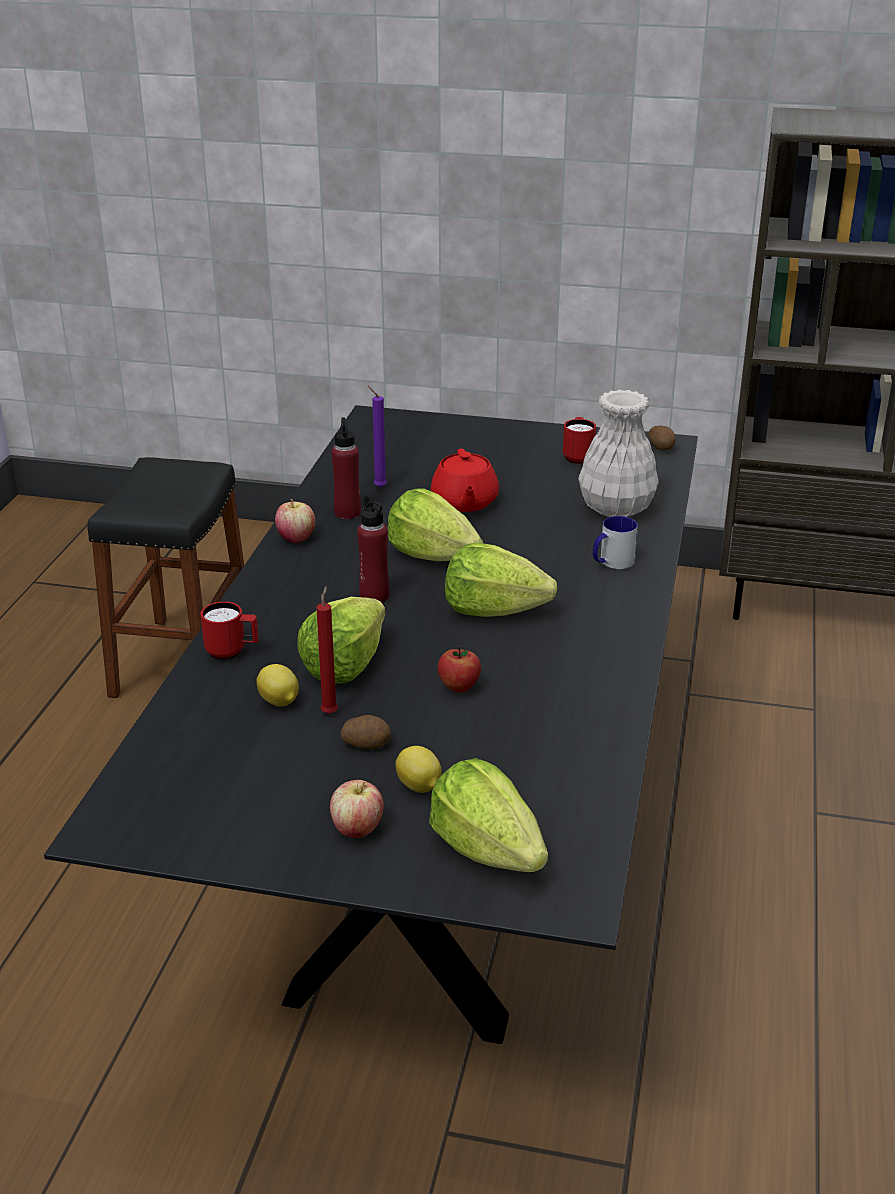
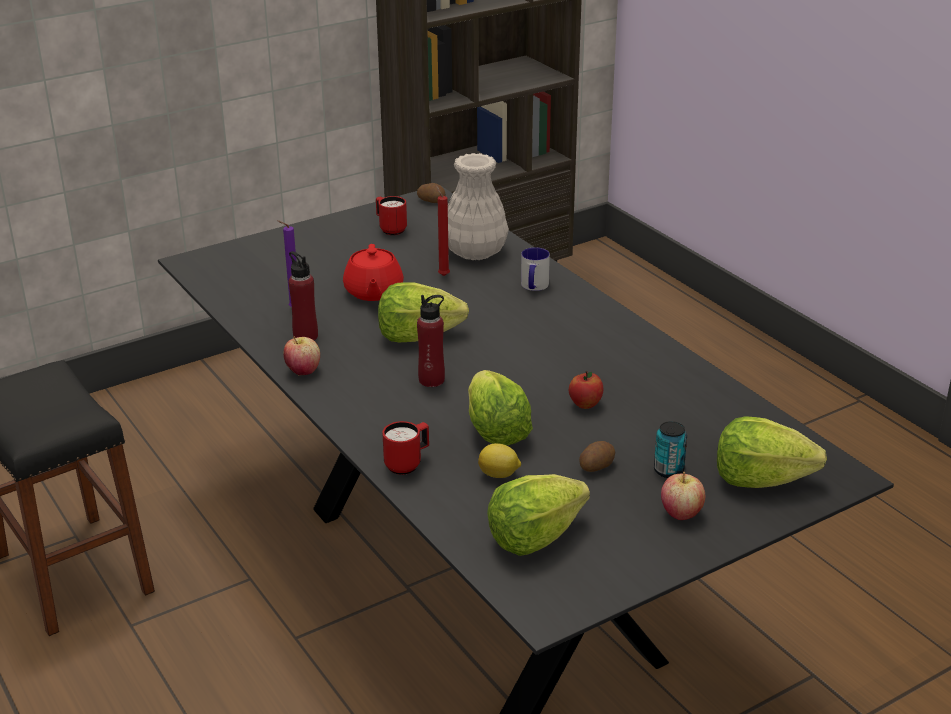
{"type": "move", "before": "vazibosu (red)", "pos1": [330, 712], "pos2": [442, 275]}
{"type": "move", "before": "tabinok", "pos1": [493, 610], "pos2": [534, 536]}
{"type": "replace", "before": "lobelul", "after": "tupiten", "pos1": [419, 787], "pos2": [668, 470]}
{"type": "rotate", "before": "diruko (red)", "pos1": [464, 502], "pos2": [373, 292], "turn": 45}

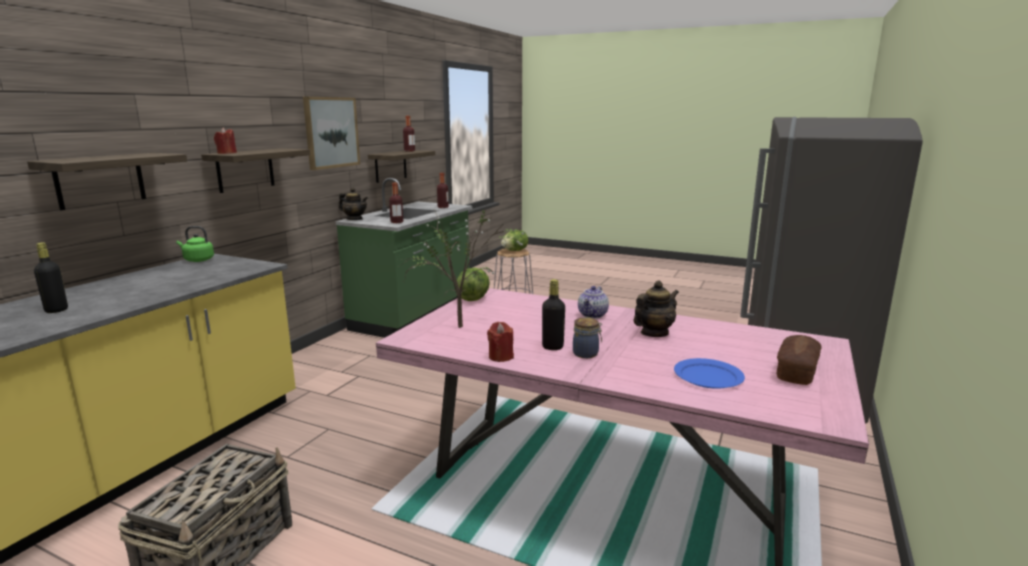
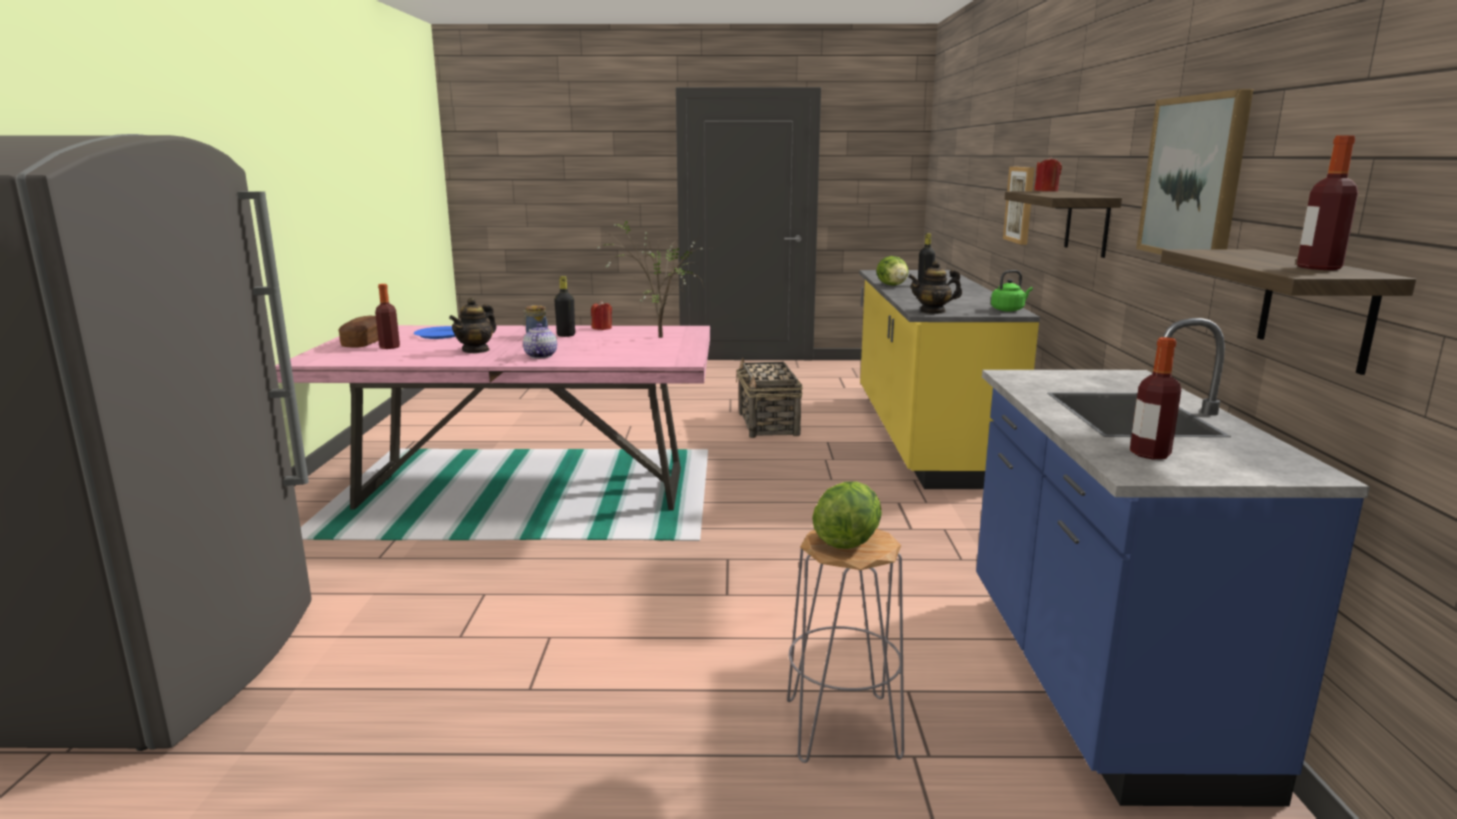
{"type": "move", "before": "diruko", "pos1": [354, 219], "pos2": [933, 311]}
{"type": "move", "before": "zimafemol", "pos1": [397, 222], "pos2": [389, 347]}
{"type": "move", "before": "tabinok", "pos1": [473, 298], "pos2": [892, 285]}
{"type": "replace", "before": "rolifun", "after": "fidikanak", "pos1": [100, 180], "pos2": [1020, 204]}
{"type": "recolor", "before": "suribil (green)", "after": "suribil (blue)", "pos1": [414, 314], "pos2": [1096, 682]}

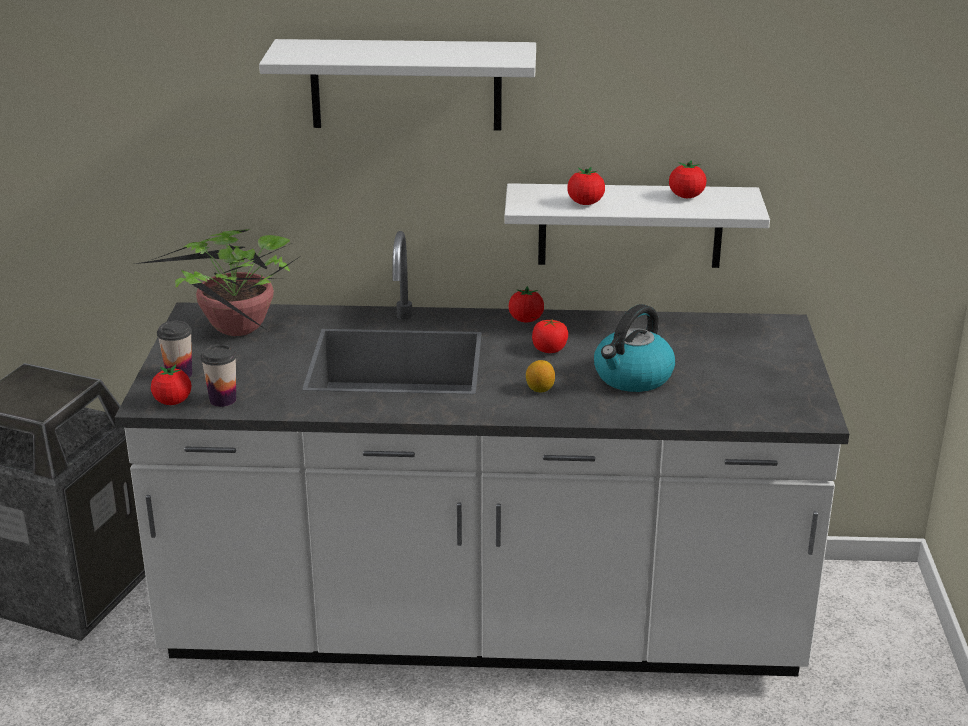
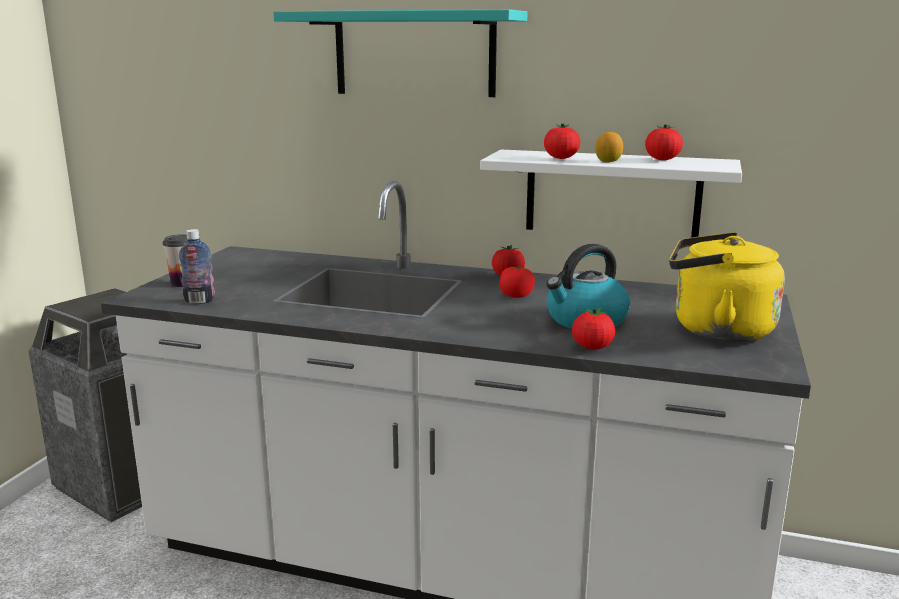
{"type": "delete", "before": "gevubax", "pos1": [239, 331]}
{"type": "insert", "after": "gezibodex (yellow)", "pos2": [715, 329]}
{"type": "move", "before": "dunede", "pos1": [173, 402], "pos2": [592, 348]}
{"type": "move", "before": "lobelul", "pos1": [540, 389], "pos2": [608, 161]}
{"type": "replace", "before": "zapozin", "after": "zimafemol", "pos1": [223, 400], "pos2": [199, 301]}
{"type": "recolor", "before": "rolifun (white)", "after": "rolifun (turquoise)", "pos1": [406, 84], "pos2": [414, 54]}

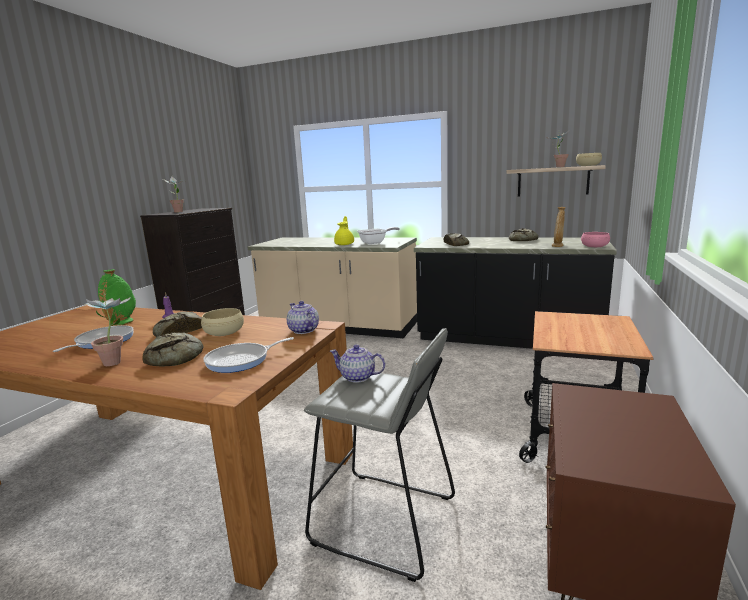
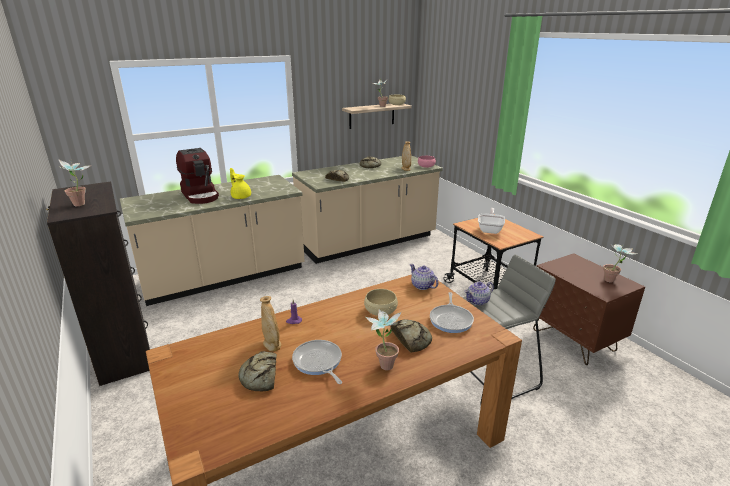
{"type": "insert", "after": "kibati", "pos2": [201, 195]}
{"type": "insert", "after": "gevubax", "pos2": [612, 280]}
{"type": "move", "before": "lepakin", "pos1": [178, 332], "pos2": [260, 376]}
{"type": "move", "before": "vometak", "pos1": [375, 242], "pos2": [490, 229]}
{"type": "recolor", "before": "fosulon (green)", "after": "fosulon (beige)", "pos1": [122, 323], "pos2": [272, 345]}
{"type": "recolor", "before": "suribil (black)", "after": "suribil (beige)", "pos1": [507, 338], "pos2": [368, 242]}
{"type": "rotate", "before": "diruko", "pos1": [303, 330], "pos2": [422, 286], "turn": 45}

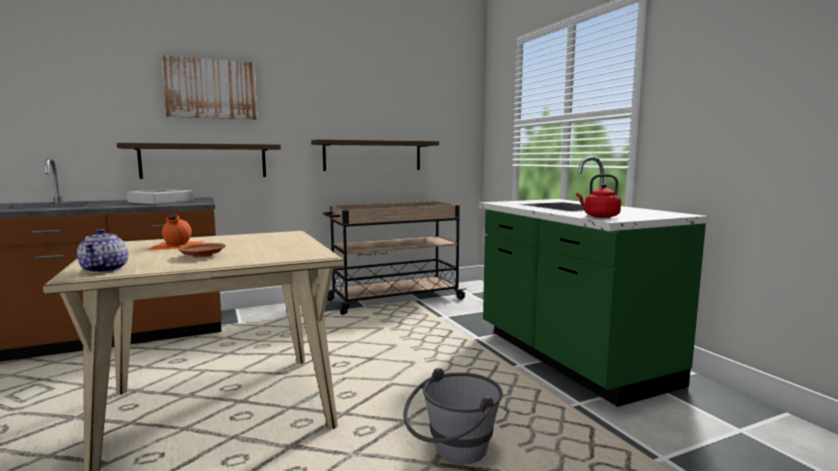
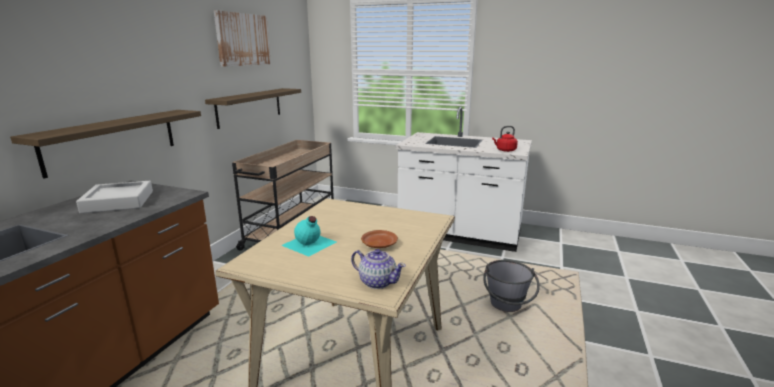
{"type": "move", "before": "fidikanak", "pos1": [211, 89], "pos2": [243, 39]}
{"type": "recolor", "before": "zimafemol (orange)", "after": "zimafemol (turquoise)", "pos1": [176, 245], "pos2": [309, 244]}
{"type": "recolor", "before": "suribil (green)", "after": "suribil (white)", "pos1": [570, 358], "pos2": [459, 234]}

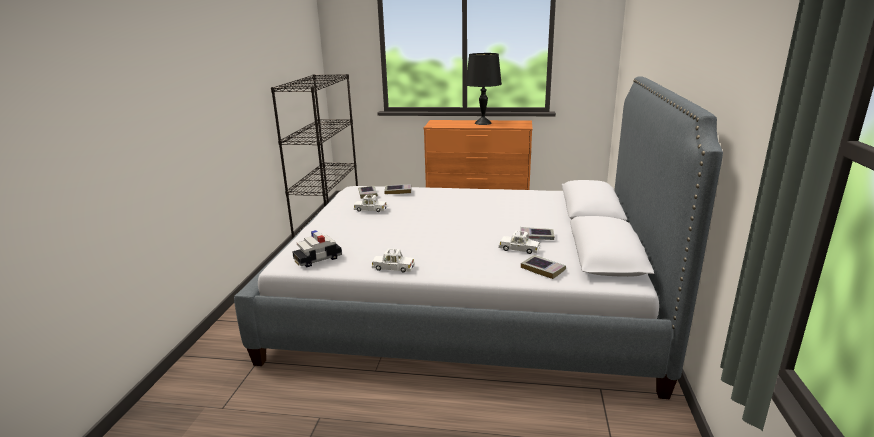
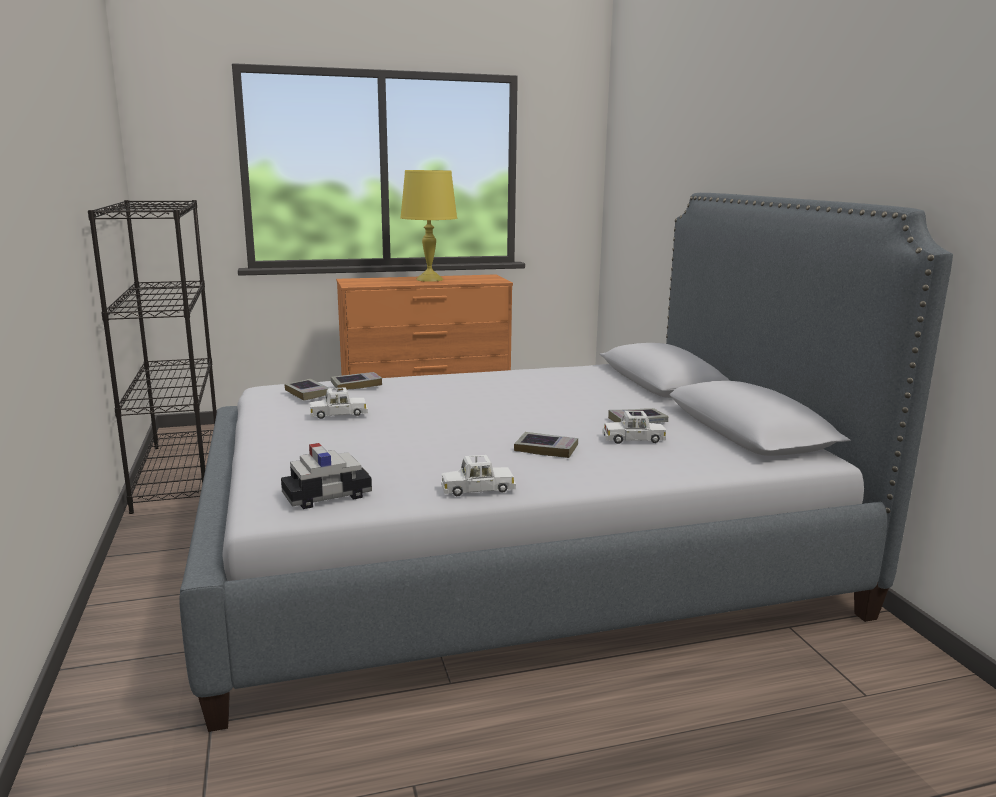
{"type": "move", "before": "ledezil", "pos1": [543, 269], "pos2": [546, 449]}
{"type": "recolor", "before": "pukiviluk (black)", "after": "pukiviluk (yellow)", "pos1": [483, 123], "pos2": [429, 279]}
{"type": "rotate", "before": "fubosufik", "pos1": [317, 259], "pos2": [327, 495], "turn": -150}

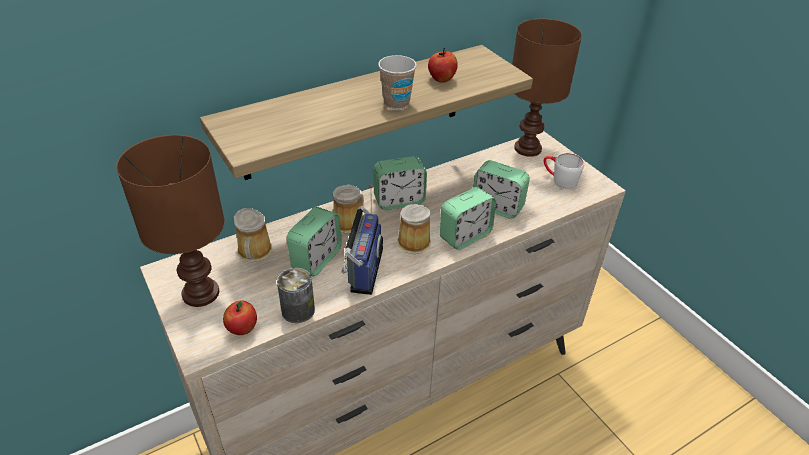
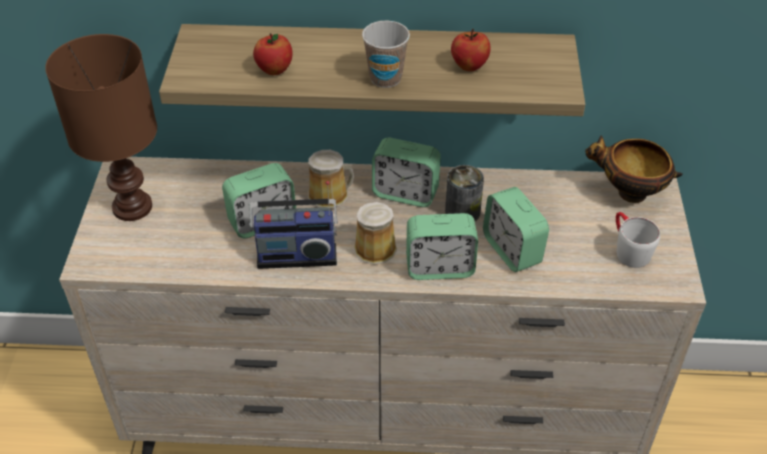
{"type": "delete", "before": "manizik", "pos1": [254, 253]}
{"type": "move", "before": "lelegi", "pos1": [242, 329], "pos2": [274, 70]}
{"type": "move", "before": "tupiten", "pos1": [298, 310], "pos2": [462, 211]}
{"type": "replace", "before": "pukiviluk (brown)", "after": "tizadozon", "pos1": [529, 149], "pos2": [628, 193]}
{"type": "rotate", "before": "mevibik", "pos1": [363, 270], "pos2": [297, 254], "turn": 45}

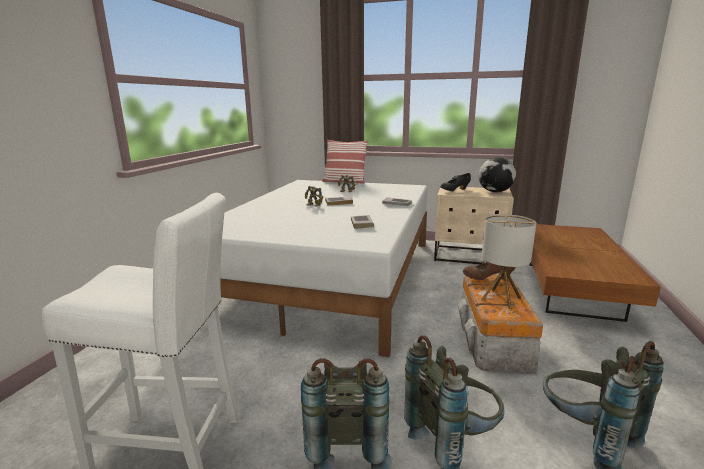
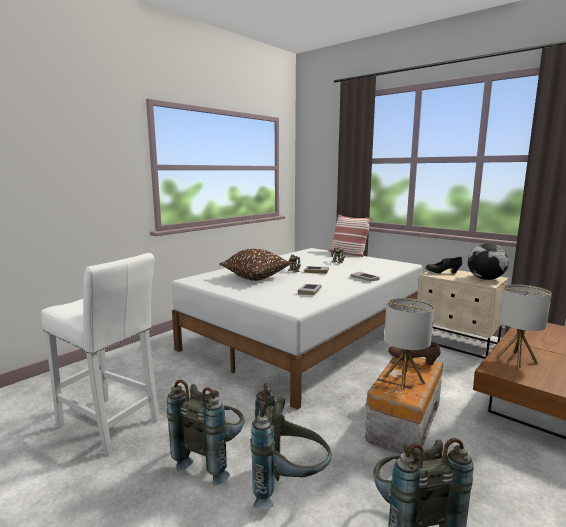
{"type": "insert", "after": "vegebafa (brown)", "pos2": [255, 278]}
{"type": "insert", "after": "pukiviluk", "pos2": [516, 360]}

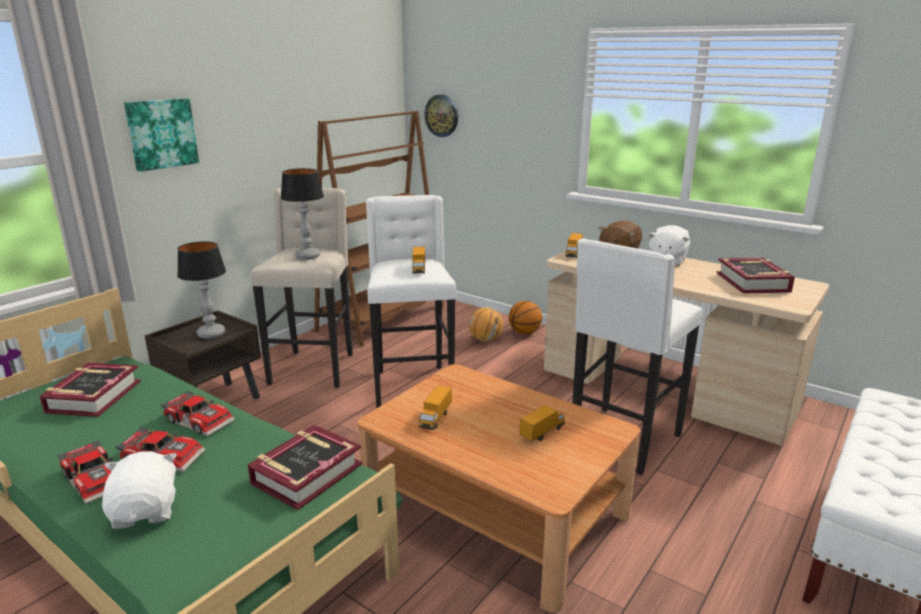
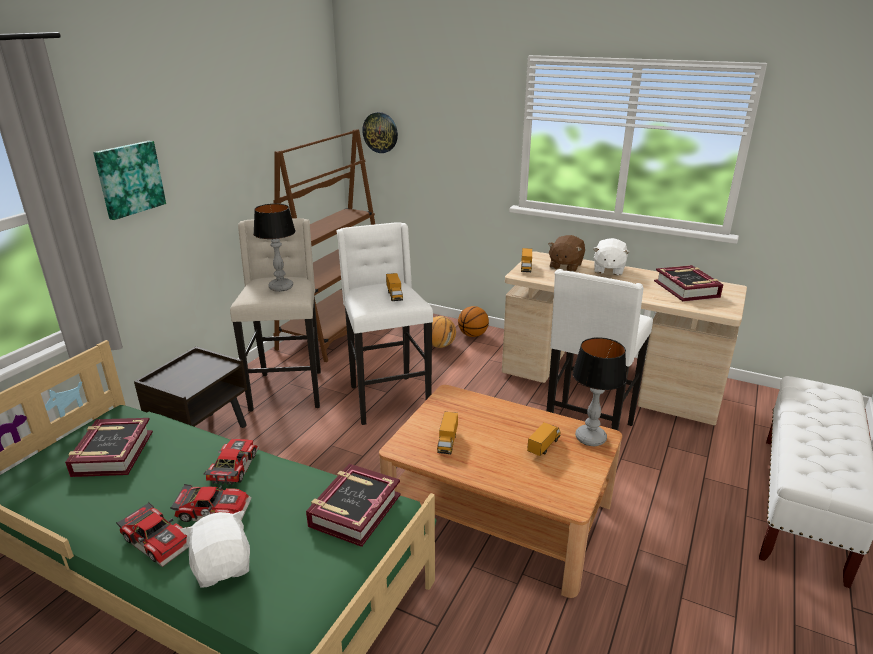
{"type": "move", "before": "pukiviluk", "pos1": [211, 333], "pos2": [590, 438]}
{"type": "rotate", "before": "fubosufik", "pos1": [201, 420], "pos2": [232, 467], "turn": -105}

